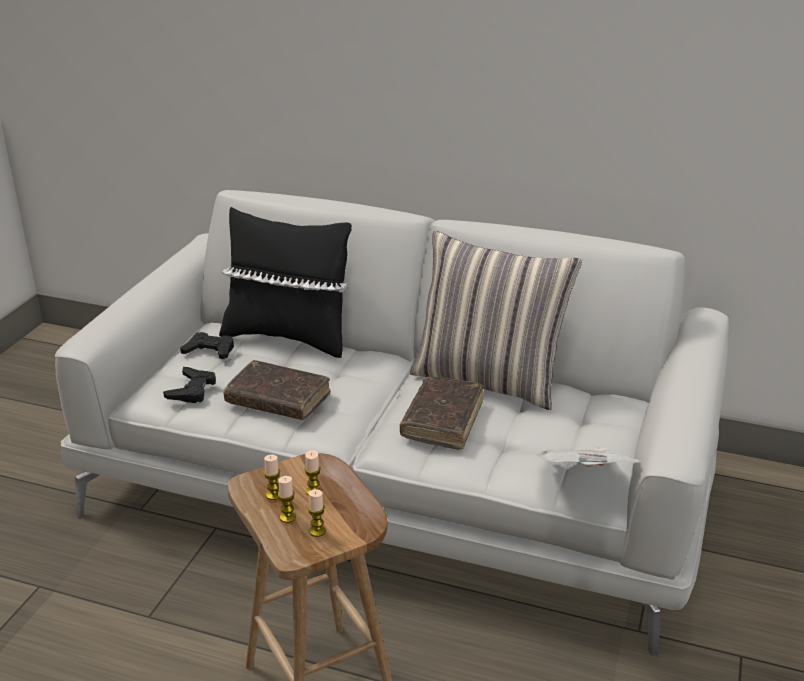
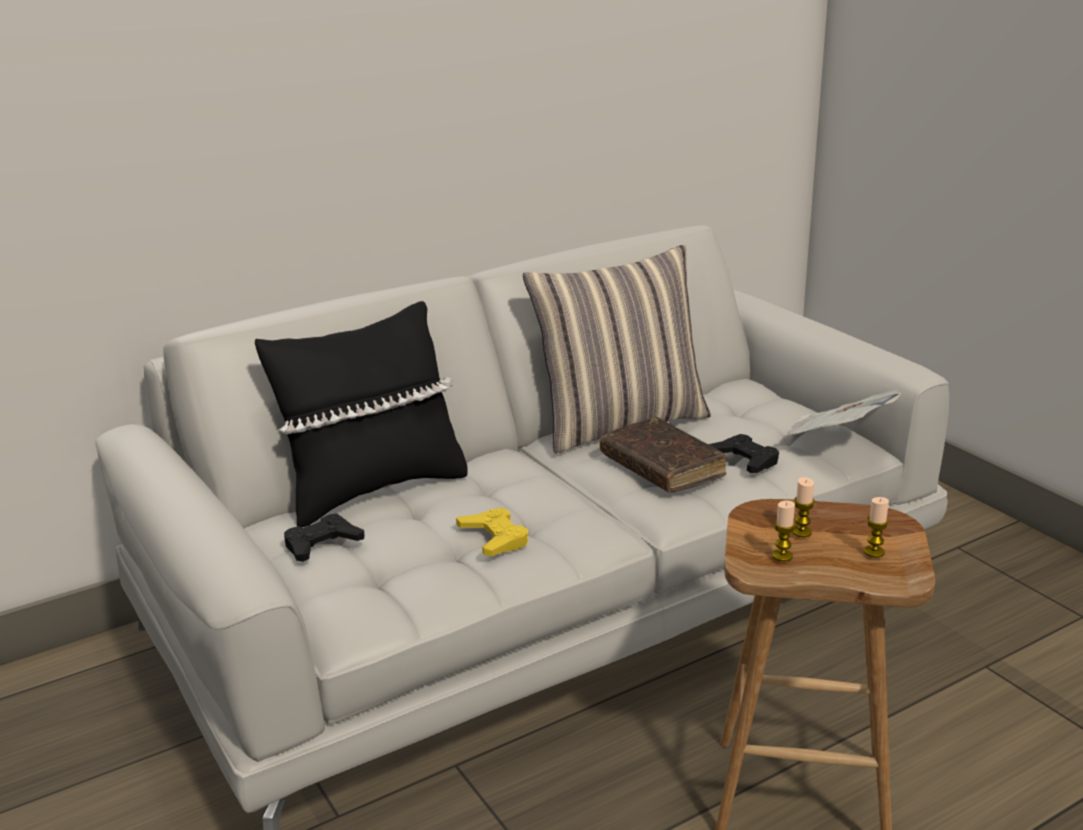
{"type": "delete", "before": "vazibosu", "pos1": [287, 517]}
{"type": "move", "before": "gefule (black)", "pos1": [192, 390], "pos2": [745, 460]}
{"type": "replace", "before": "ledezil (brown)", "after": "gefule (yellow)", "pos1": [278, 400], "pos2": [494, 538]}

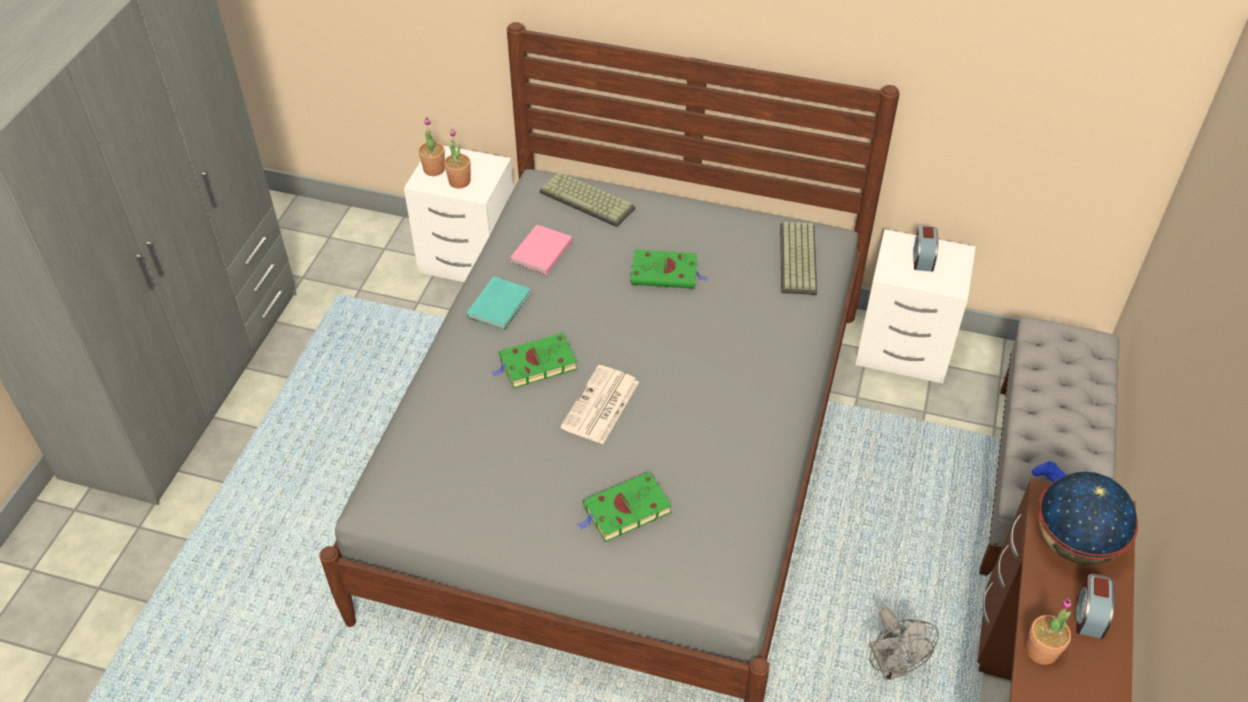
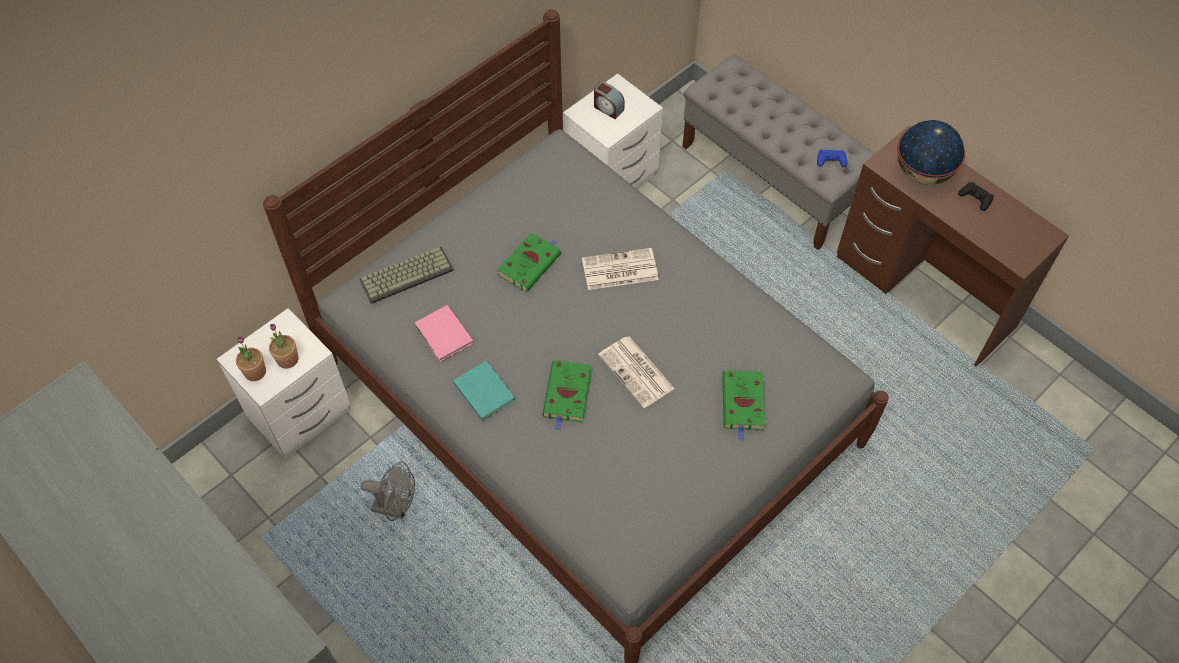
{"type": "delete", "before": "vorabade", "pos1": [799, 260]}
{"type": "delete", "before": "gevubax", "pos1": [1041, 650]}
{"type": "insert", "after": "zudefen", "pos2": [619, 270]}
{"type": "move", "before": "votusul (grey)", "pos1": [891, 666], "pos2": [396, 507]}
{"type": "replace", "before": "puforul", "after": "gefule (black)", "pos1": [1089, 615], "pos2": [975, 198]}

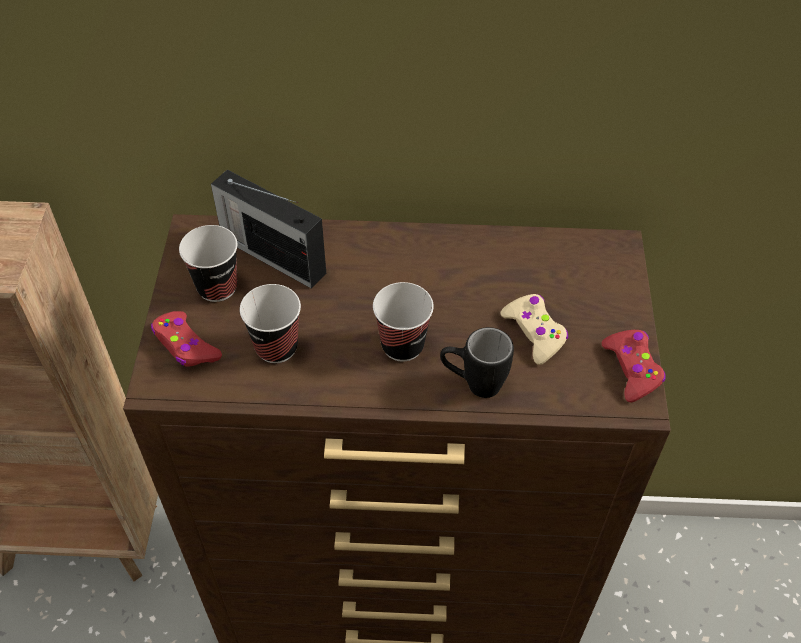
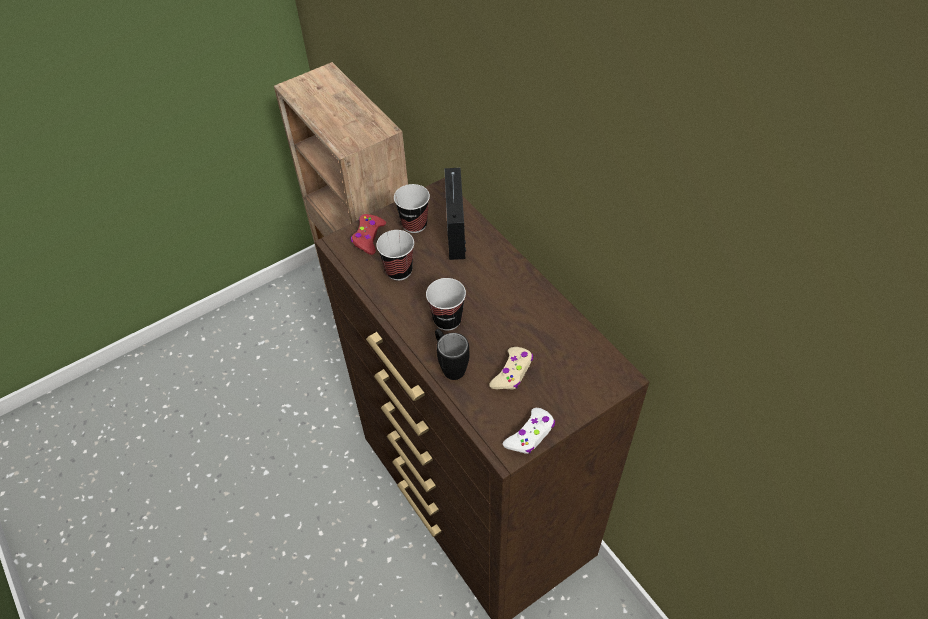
{"type": "recolor", "before": "gefule (red)", "after": "gefule (white)", "pos1": [632, 369], "pos2": [530, 435]}

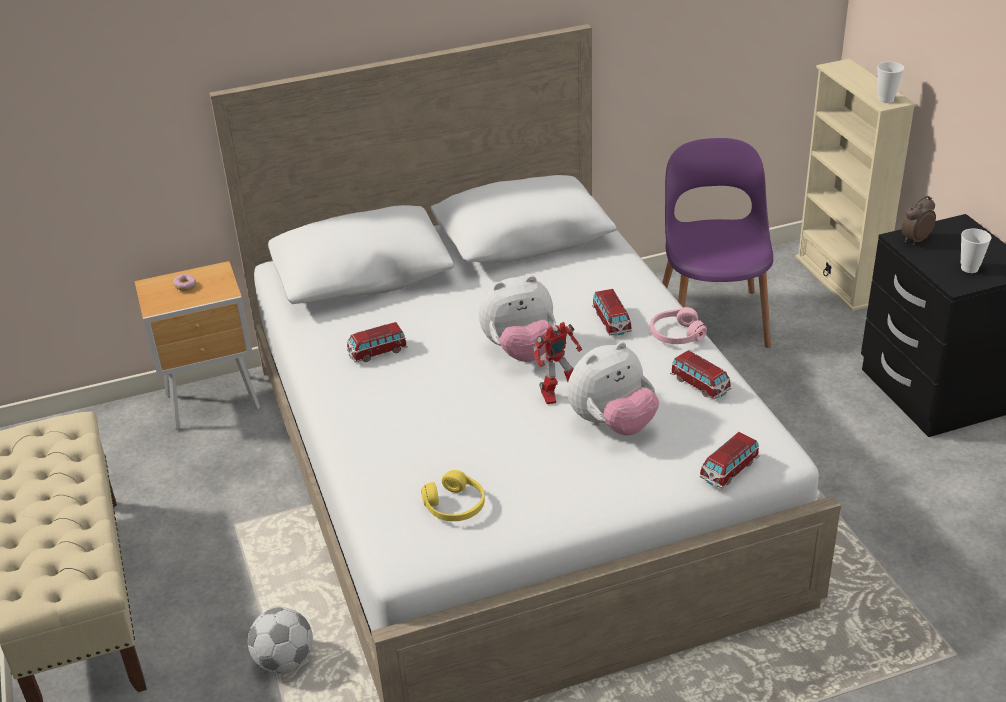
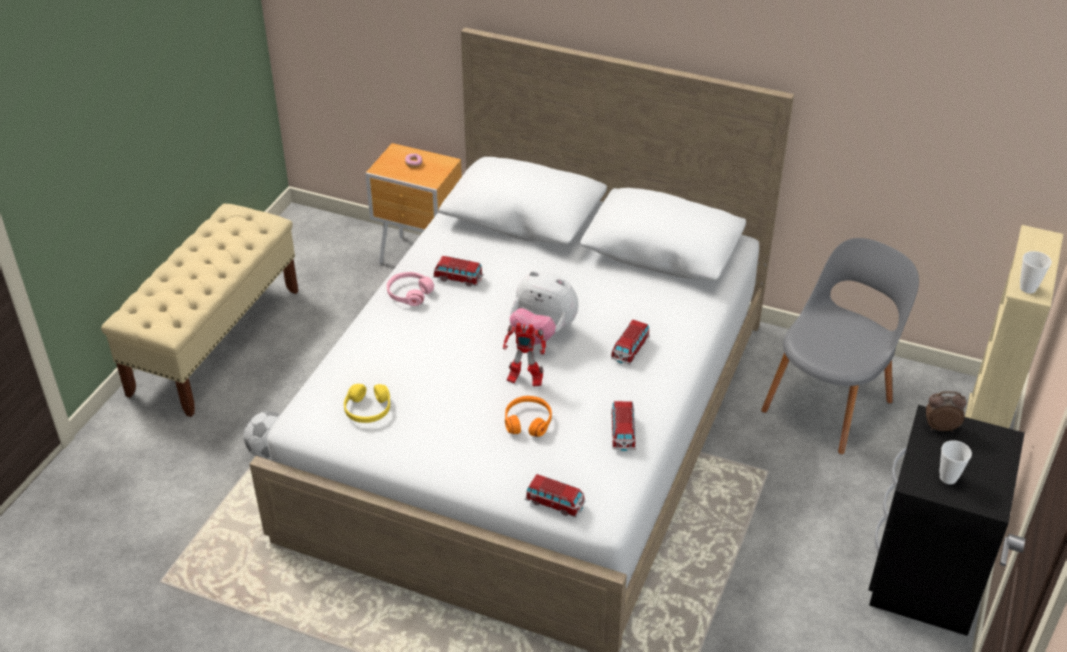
{"type": "move", "before": "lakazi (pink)", "pos1": [676, 334], "pos2": [409, 293]}
{"type": "replace", "before": "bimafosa", "after": "lakazi (orange)", "pos1": [612, 424], "pos2": [528, 421]}
{"type": "recolor", "before": "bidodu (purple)", "after": "bidodu (grey)", "pos1": [713, 317], "pos2": [830, 402]}
{"type": "rotate", "before": "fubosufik", "pos1": [729, 470], "pos2": [554, 503], "turn": -150}

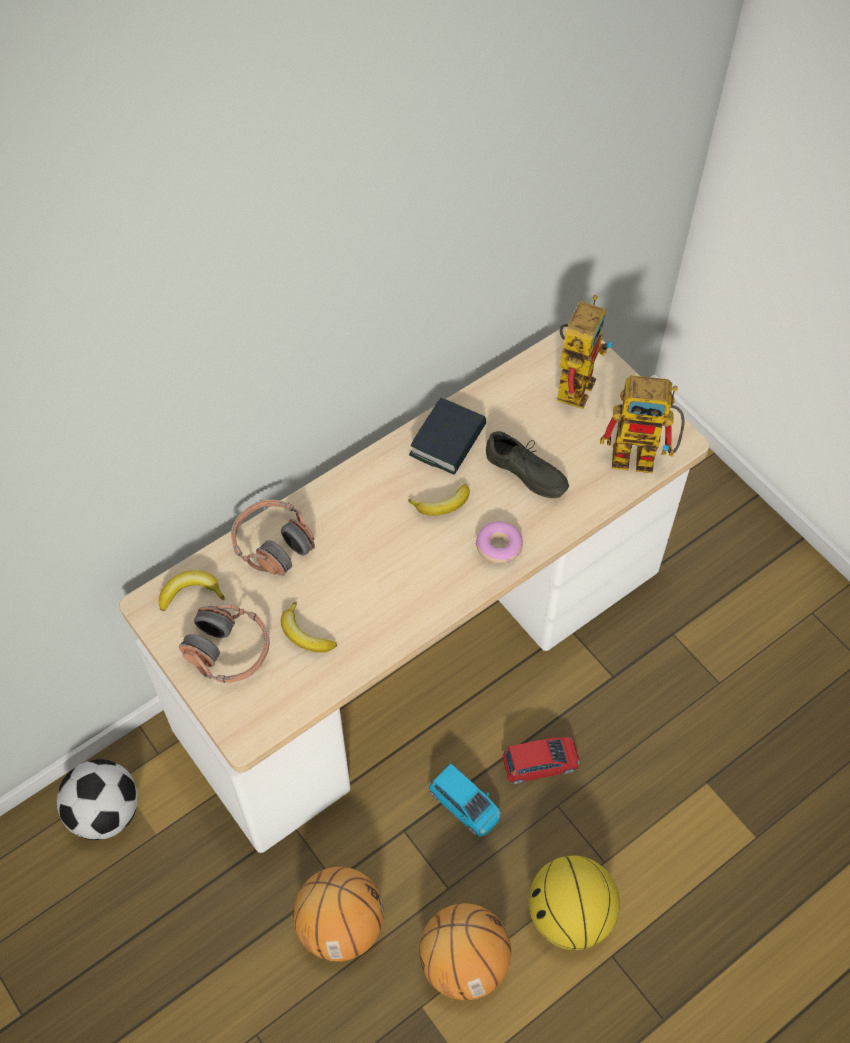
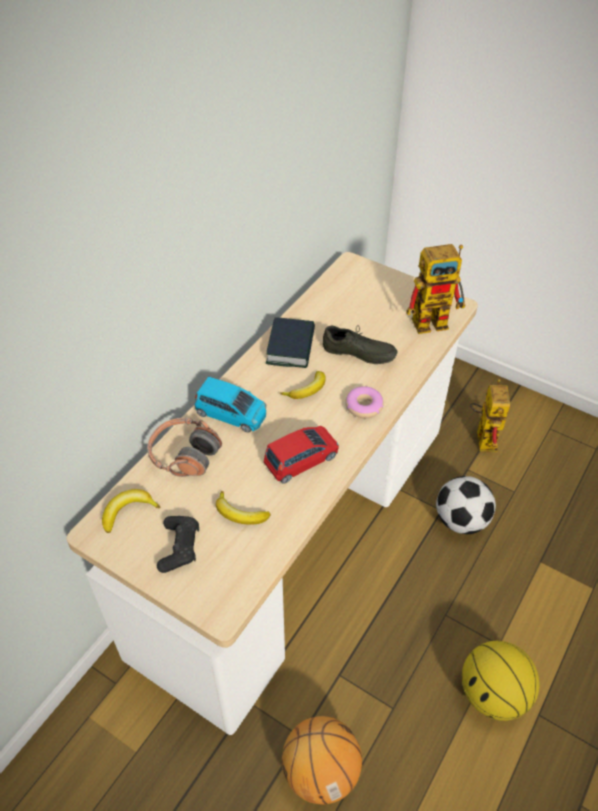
{"type": "delete", "before": "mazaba", "pos1": [463, 961]}
{"type": "move", "before": "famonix", "pos1": [106, 812], "pos2": [461, 520]}
{"type": "move", "before": "fubosufik (blue)", "pos1": [464, 804], "pos2": [231, 414]}
{"type": "move", "before": "fubosufik (red)", "pos1": [540, 764], "pos2": [301, 460]}
{"type": "move", "before": "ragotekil", "pos1": [575, 380], "pos2": [483, 436]}
{"type": "replace", "before": "lakazi", "after": "gefule (black)", "pos1": [228, 651], "pos2": [179, 547]}

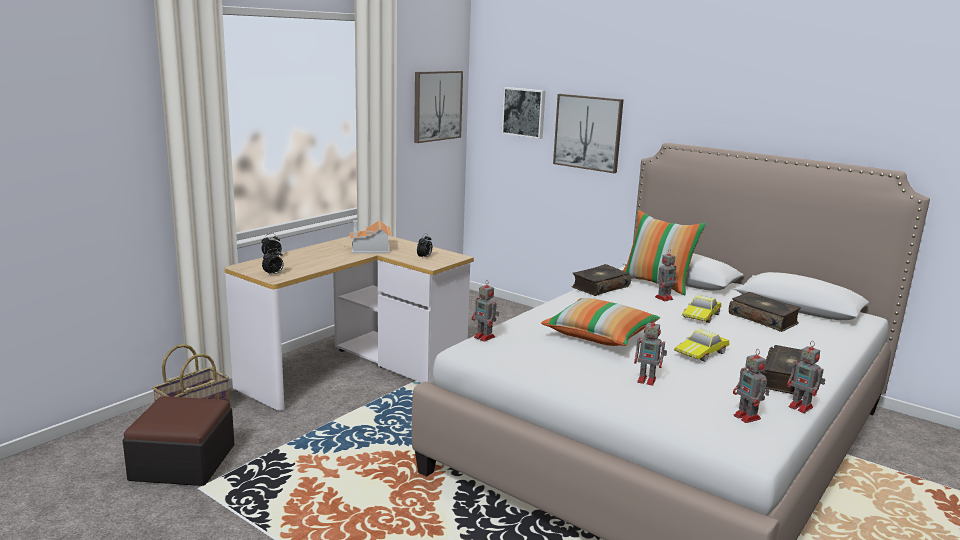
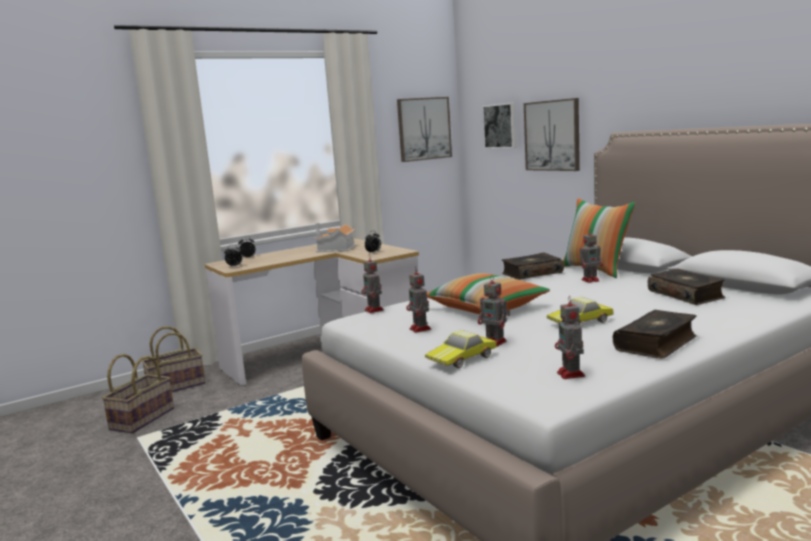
{"type": "move", "before": "fubosufik", "pos1": [702, 316], "pos2": [463, 358]}
{"type": "move", "before": "ragotekil", "pos1": [802, 407], "pos2": [420, 329]}
{"type": "replace", "before": "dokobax", "after": "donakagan", "pos1": [183, 462], "pos2": [142, 419]}

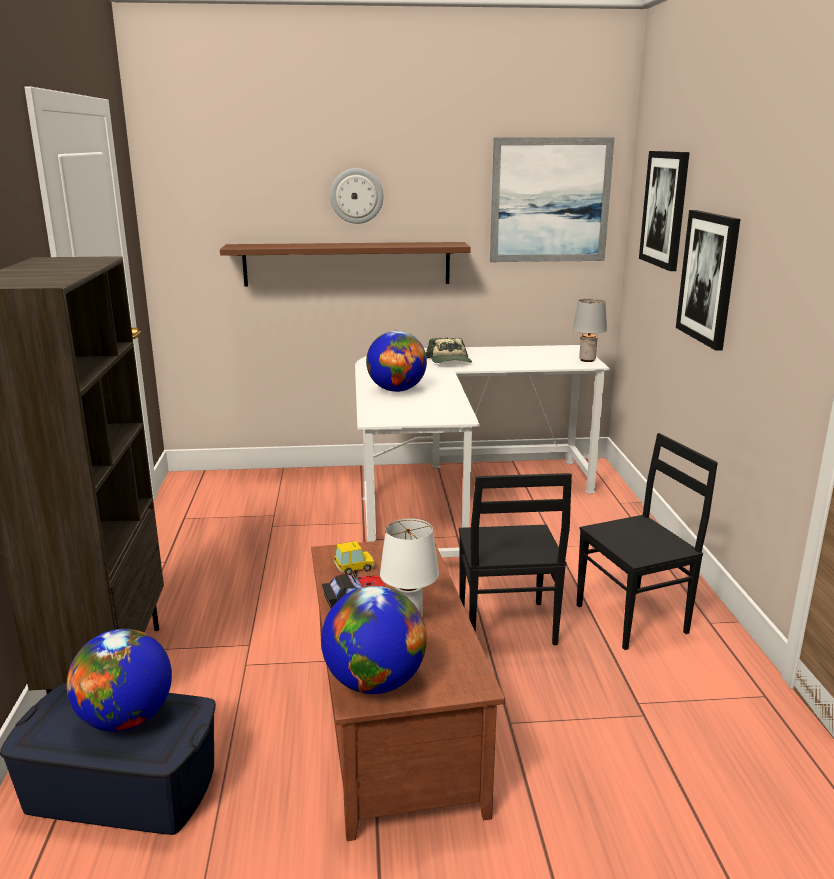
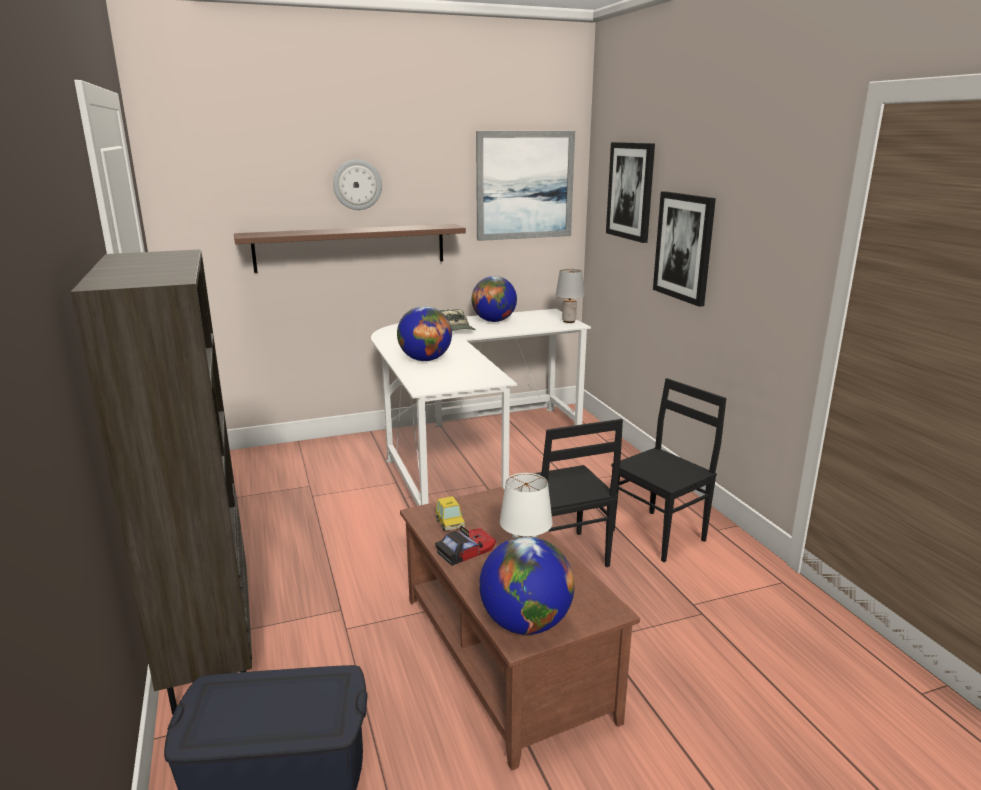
{"type": "move", "before": "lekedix", "pos1": [126, 719], "pos2": [494, 321]}
{"type": "rotate", "before": "fubosufik", "pos1": [354, 567], "pos2": [450, 523], "turn": 105}

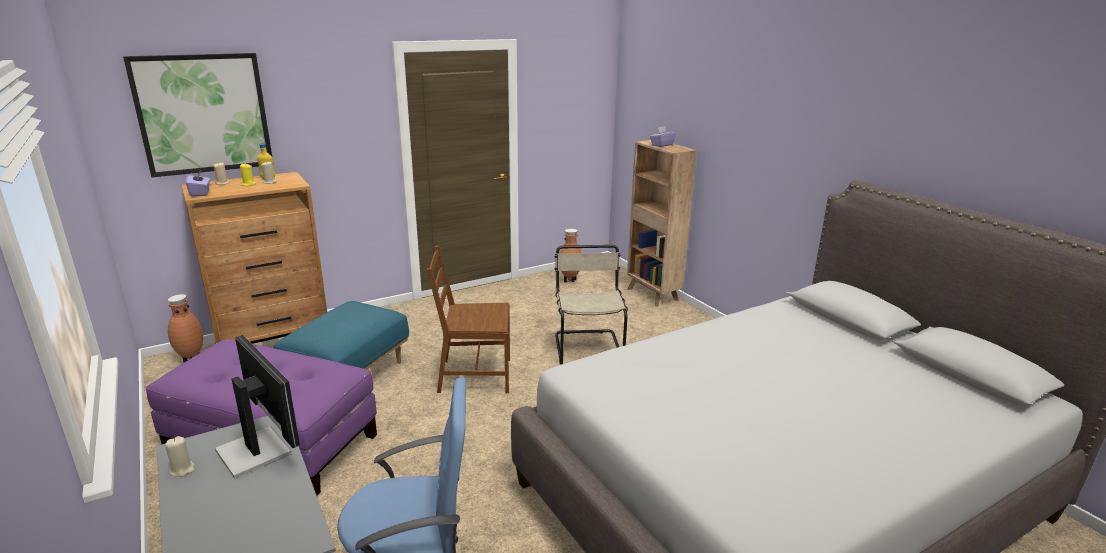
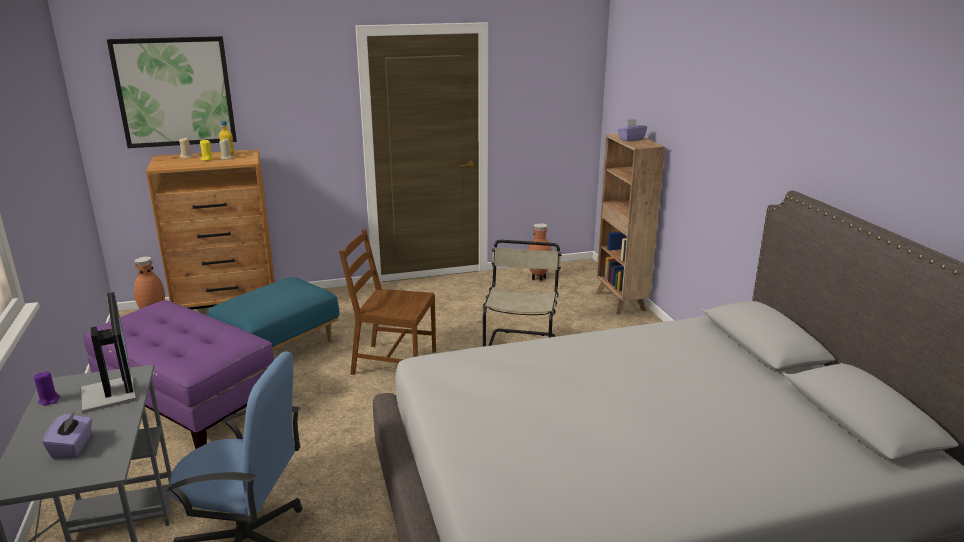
{"type": "move", "before": "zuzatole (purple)", "pos1": [200, 193], "pos2": [73, 447]}
{"type": "recolor", "before": "vazibosu (beige)", "after": "vazibosu (purple)", "pos1": [182, 469], "pos2": [49, 400]}

